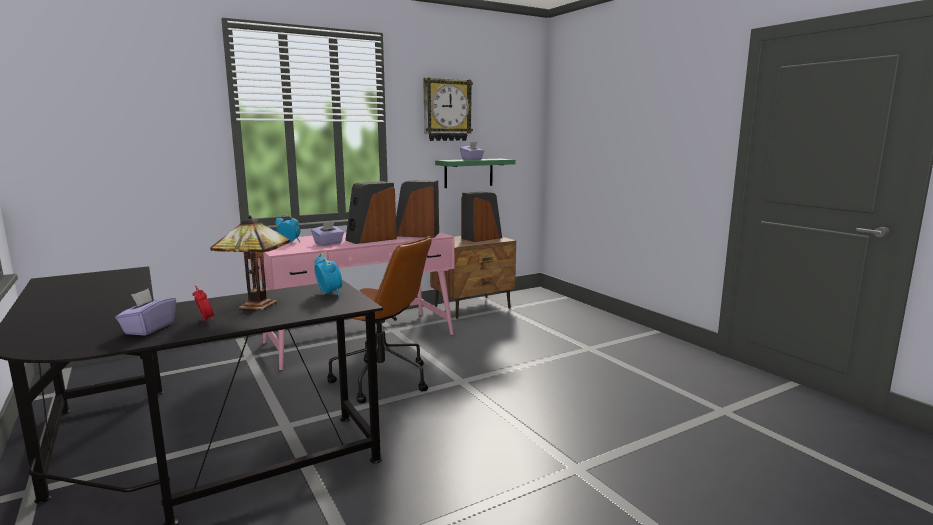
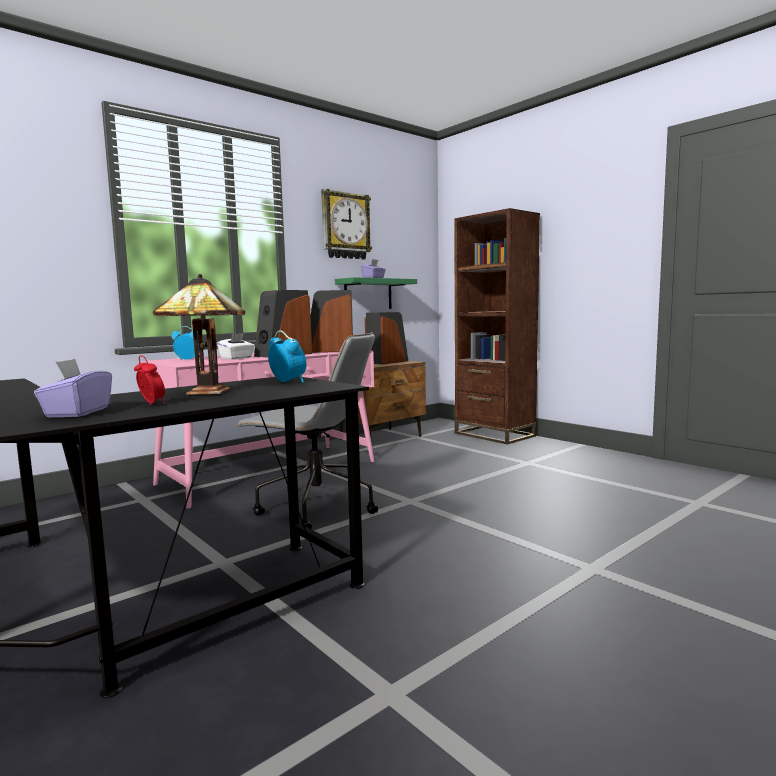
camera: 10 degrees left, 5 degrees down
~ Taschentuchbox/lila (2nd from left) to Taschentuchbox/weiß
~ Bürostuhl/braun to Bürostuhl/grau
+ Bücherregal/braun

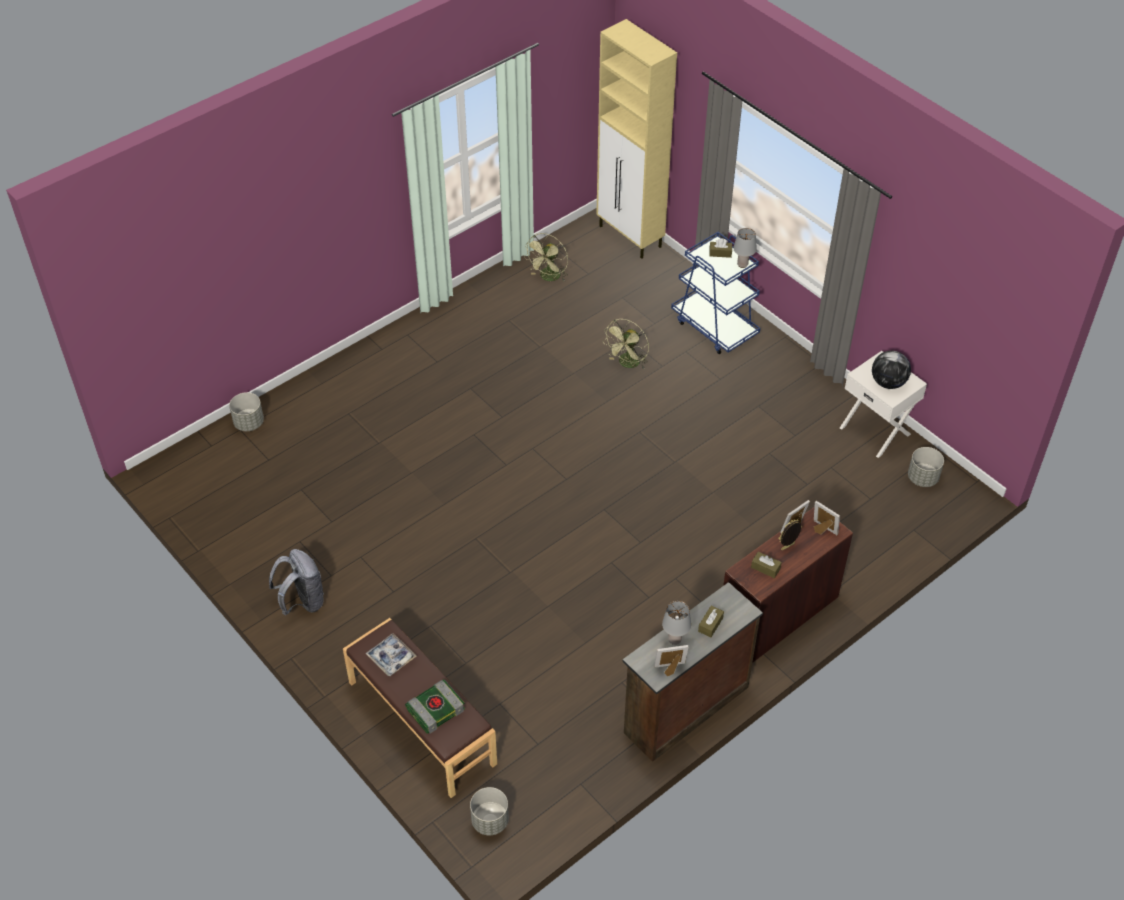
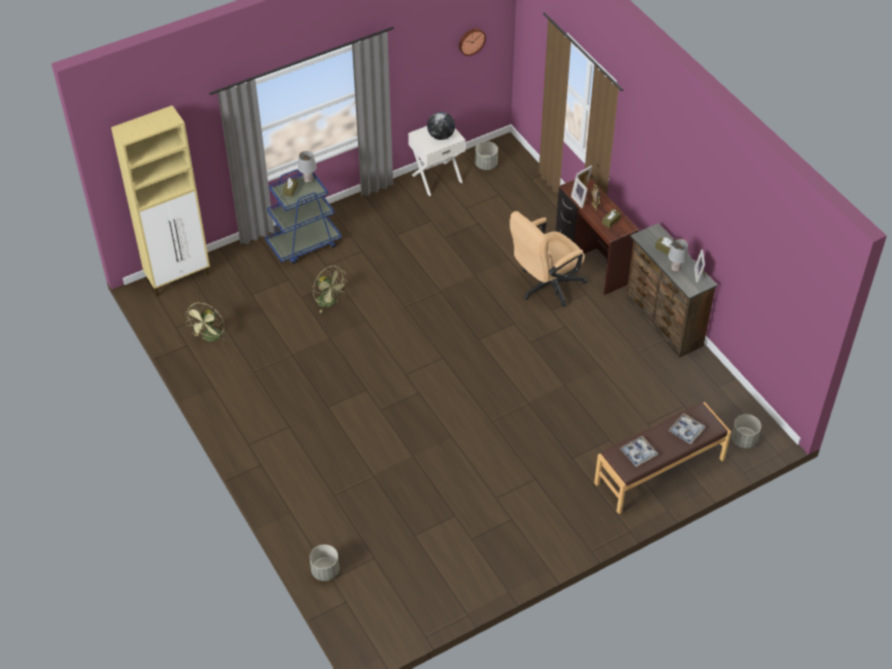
camera: 80 degrees left, 0 degrees up
- Rucksack/grau
~ Buch to Tablett (2nd from left)
~ Ventilator/grün (1st from left) 75 degrees clockwise
+ Wanduhr
+ Bürostuhl/beige

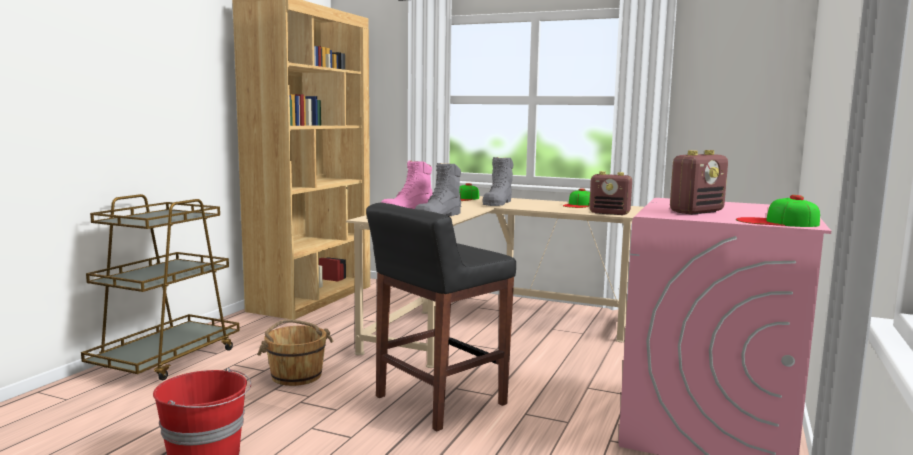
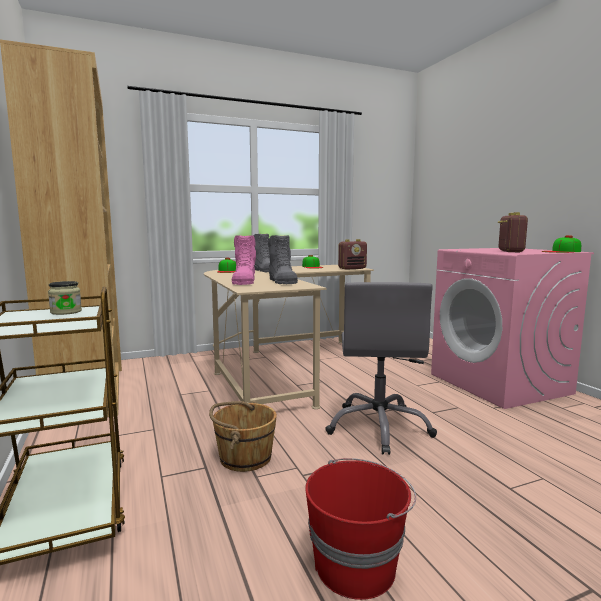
camera: 45 degrees left, 0 degrees up
~ Hocker/schwarz to Bürostuhl/grau
+ Vorratsglas

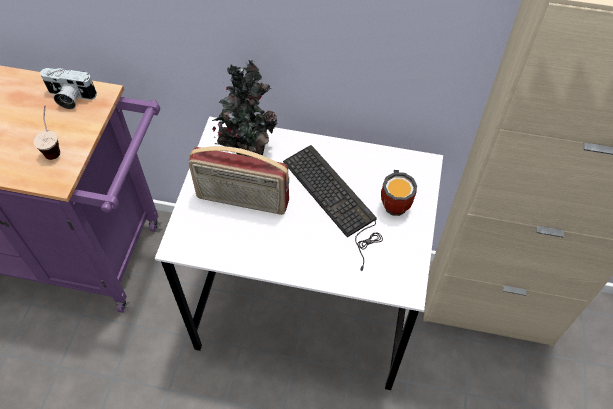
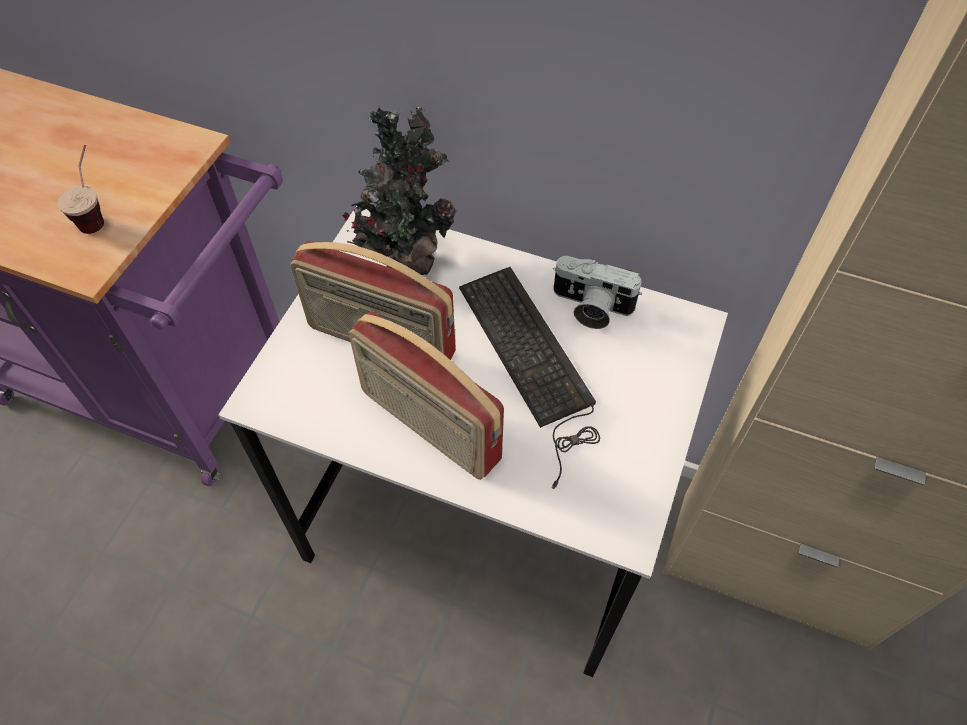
camera: 10 degrees right, 0 degrees up
~ Kamera
- Henkelbecher
+ Radio (2nd from left)

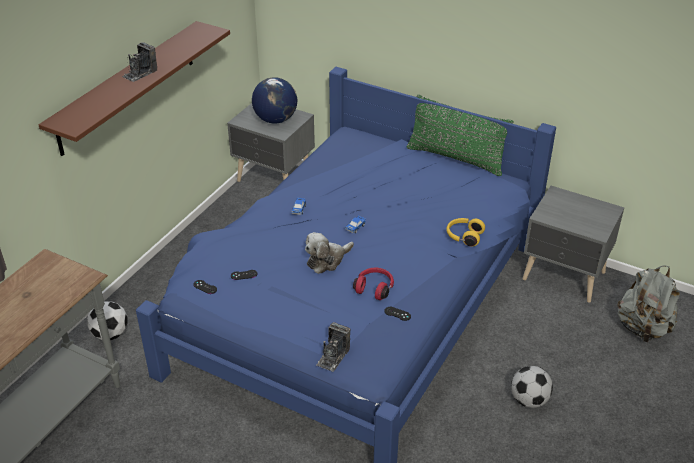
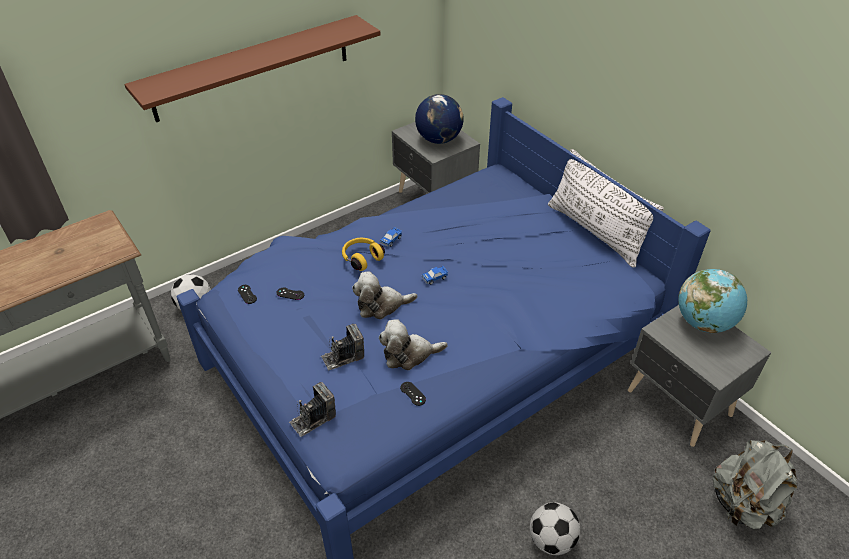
camera: 25 degrees right, 5 degrees up
~ Kamera (1st from left in the first image) to Kamera (2nd from left)
~ Kopfhörer/rot to Plüschtier (2nd from left)
~ Kissen/grün to Kissen/weiß
~ Kopfhörer/gelb
+ Globus (2nd from left)

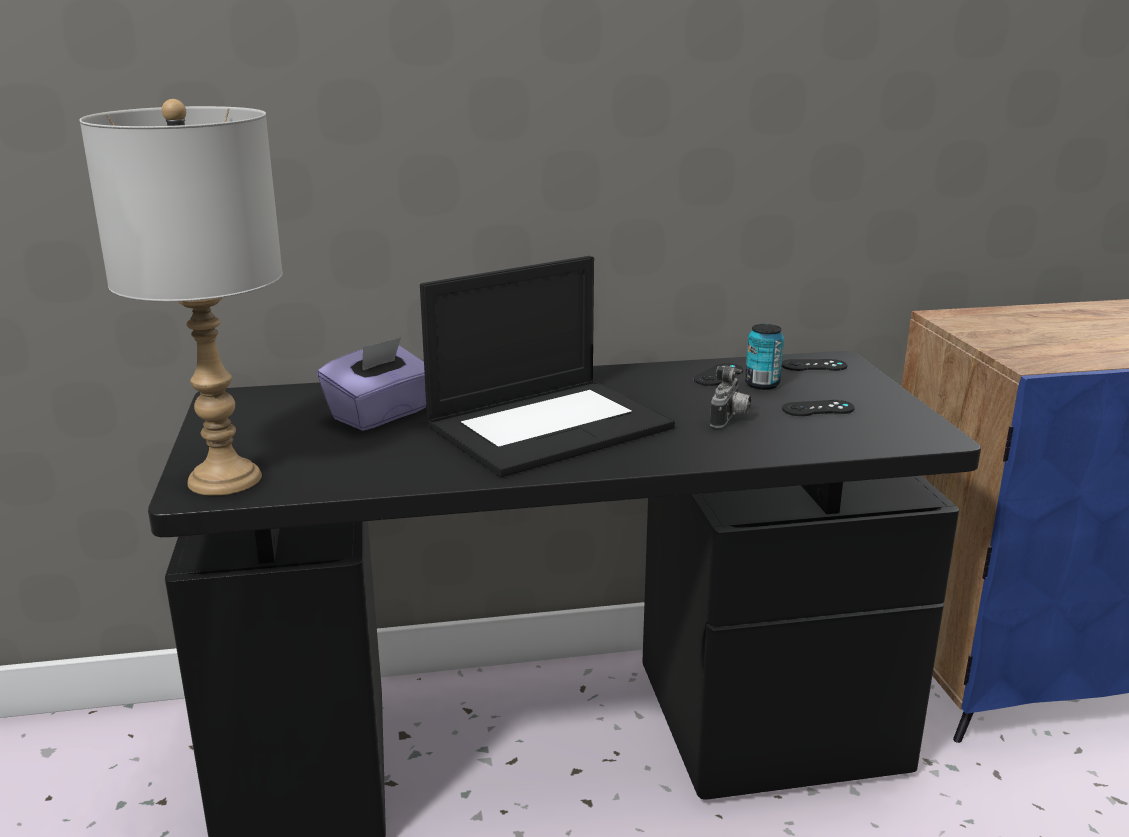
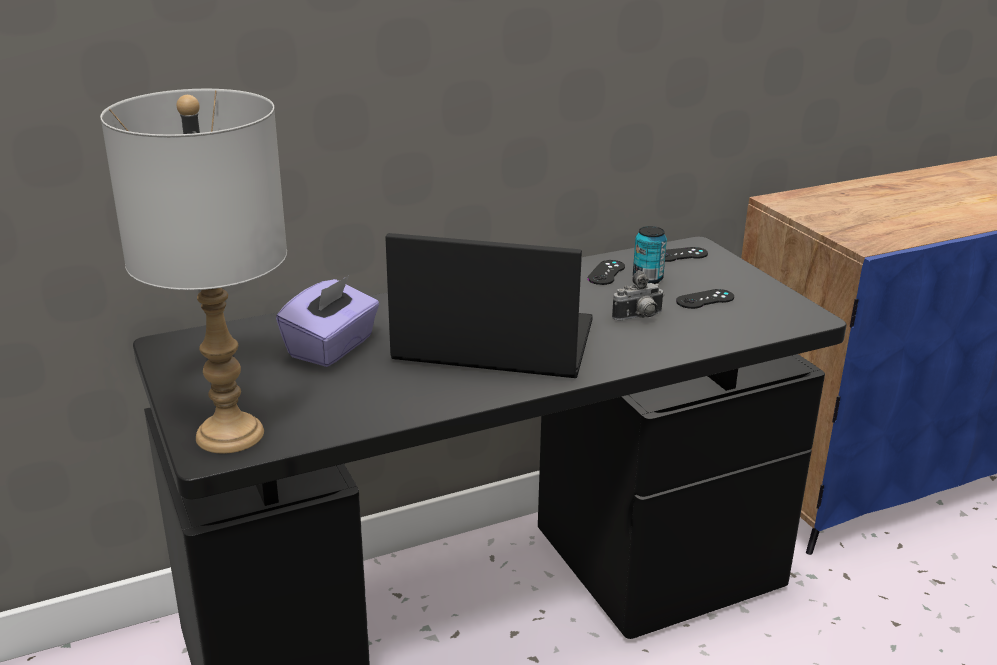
camera: 15 degrees left, 5 degrees up
~ Laptop 120 degrees counterclockwise
~ Kamera 60 degrees clockwise

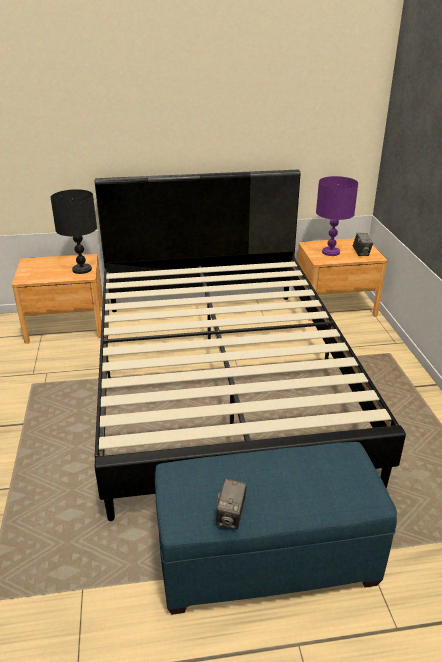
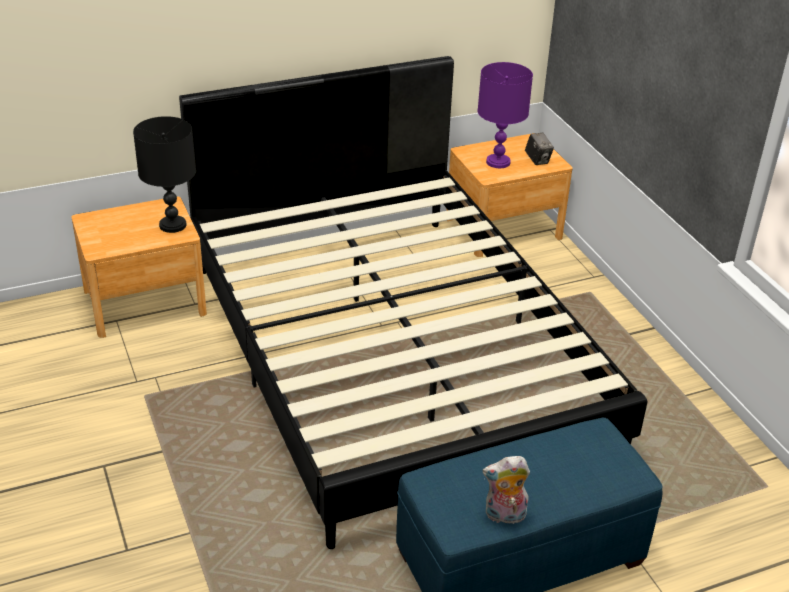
camera: 15 degrees left, 5 degrees up
~ Kamera (1st from left) to Plüschtier

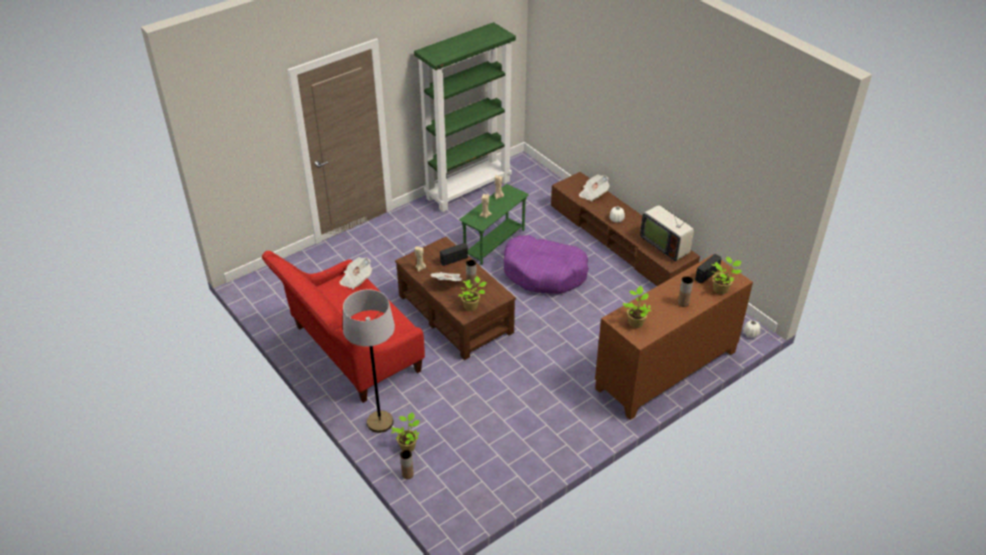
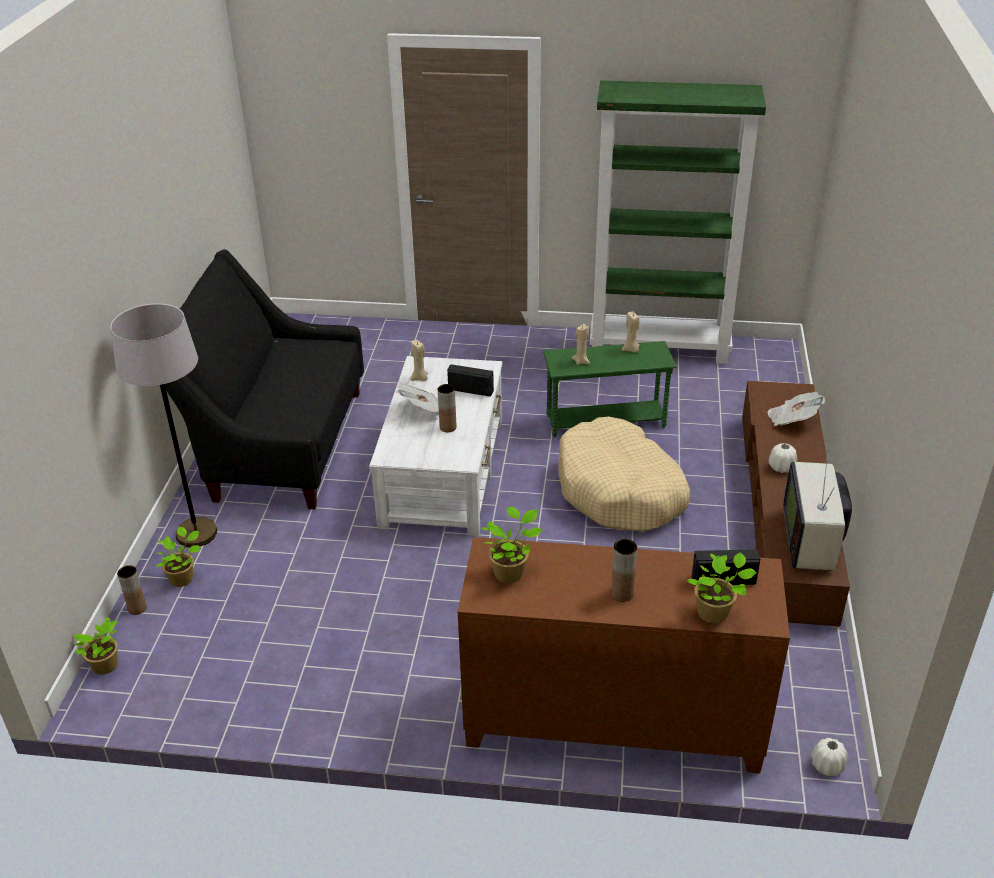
camera: 45 degrees right, 5 degrees down
~ Sofa/rot to Sofa/schwarz
- Zeitung (1st from left)
~ Couchtisch/braun to Couchtisch/weiß
~ Topfpflanze (2nd from left in the first image) to Topfpflanze (1st from left)
~ Hundebett/lila to Hundebett/beige

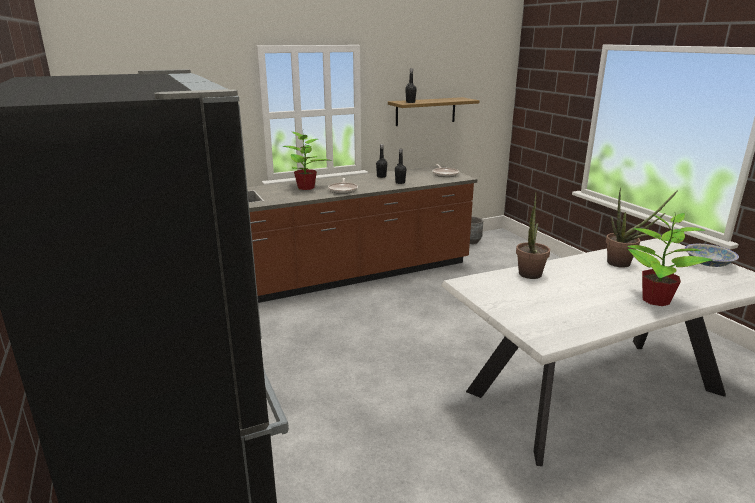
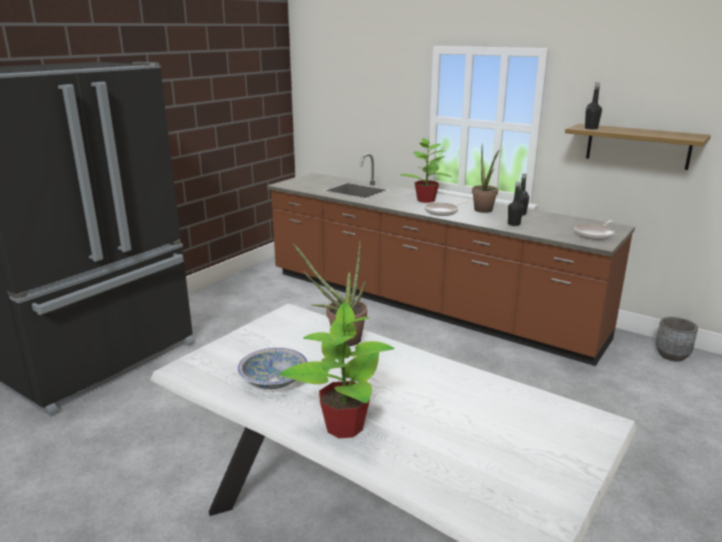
camera: 60 degrees right, 0 degrees up
~ Topfpflanze (3rd from left in the first image) to Topfpflanze (4th from left)
~ Schüssel

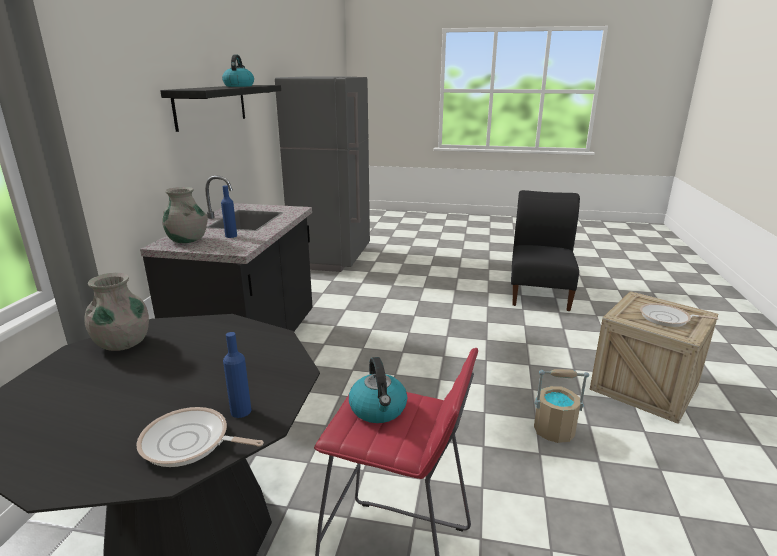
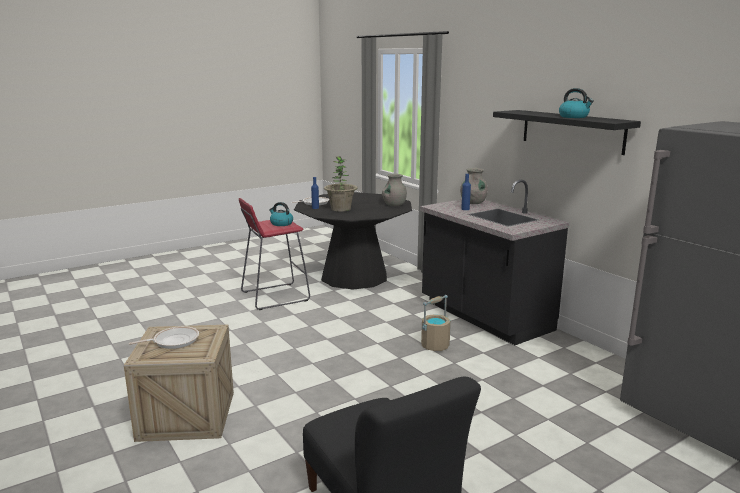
camera: 135 degrees right, 5 degrees down
~ Eimer/beige
+ Topfpflanze

